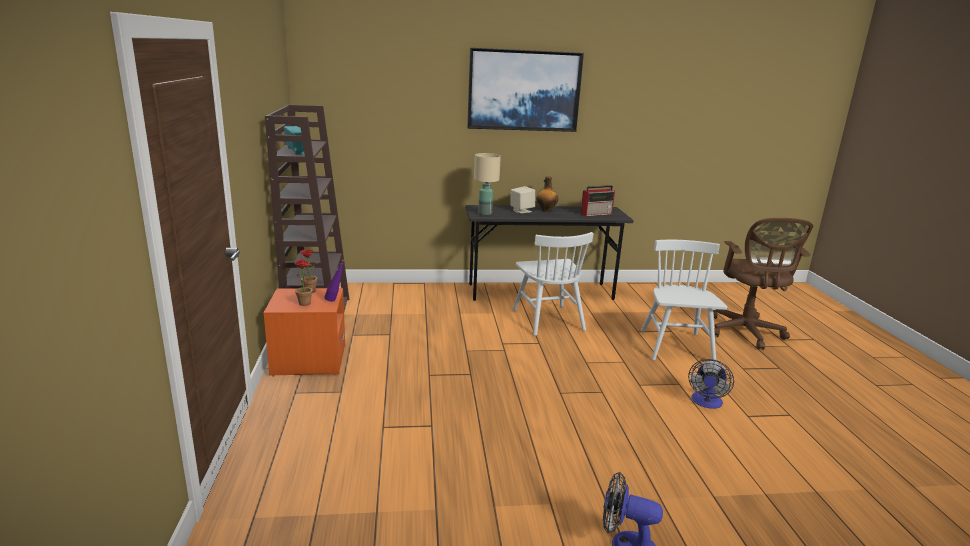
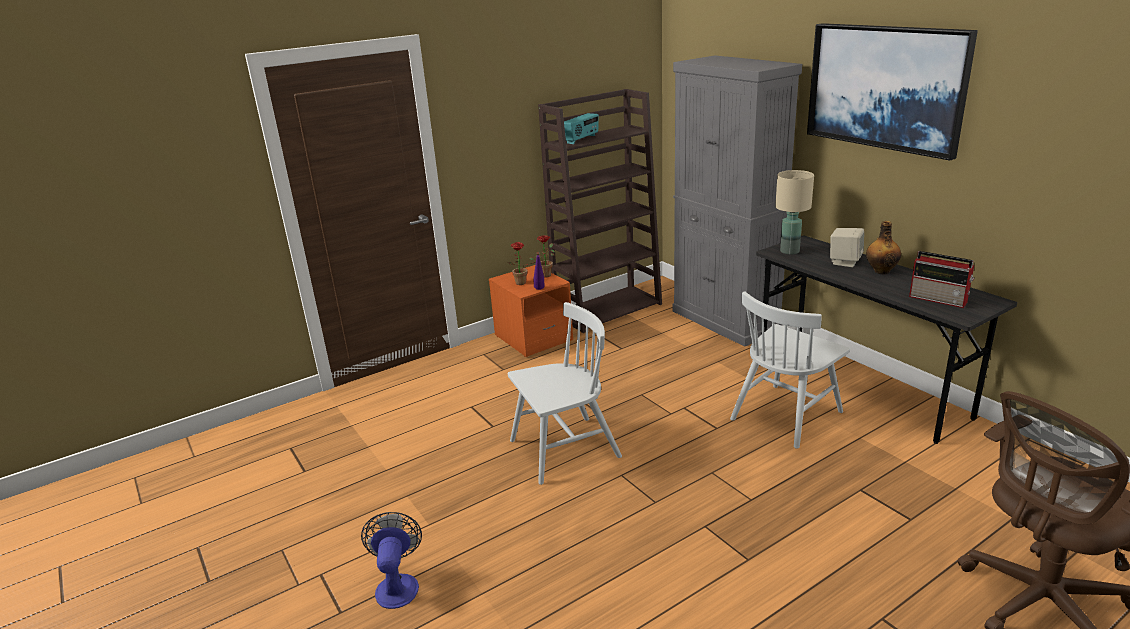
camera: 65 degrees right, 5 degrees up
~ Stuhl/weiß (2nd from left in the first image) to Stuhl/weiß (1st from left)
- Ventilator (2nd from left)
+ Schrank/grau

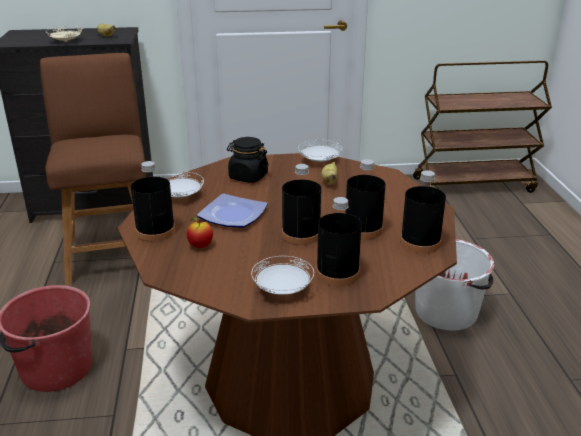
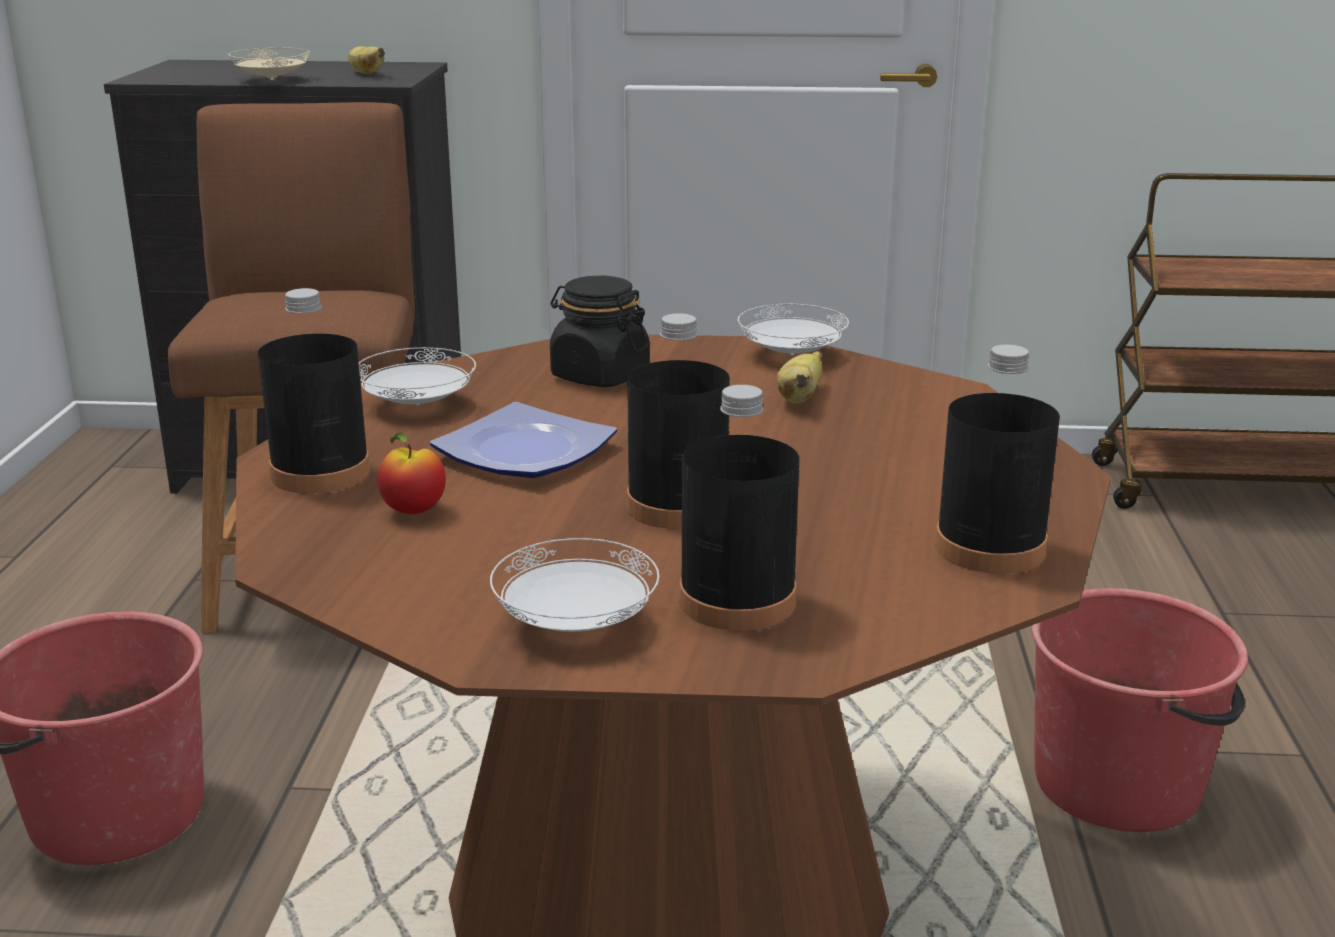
camera: 10 degrees right, 5 degrees down
- Flasche/schwarz (4th from left)
~ Eimer/weiß to Eimer/rot (2nd from left)

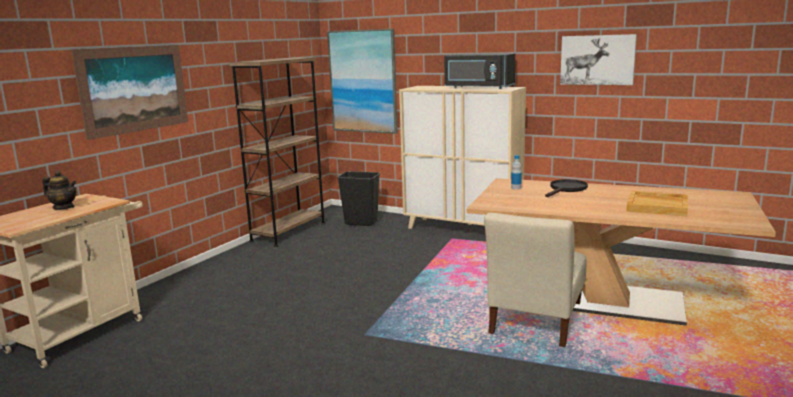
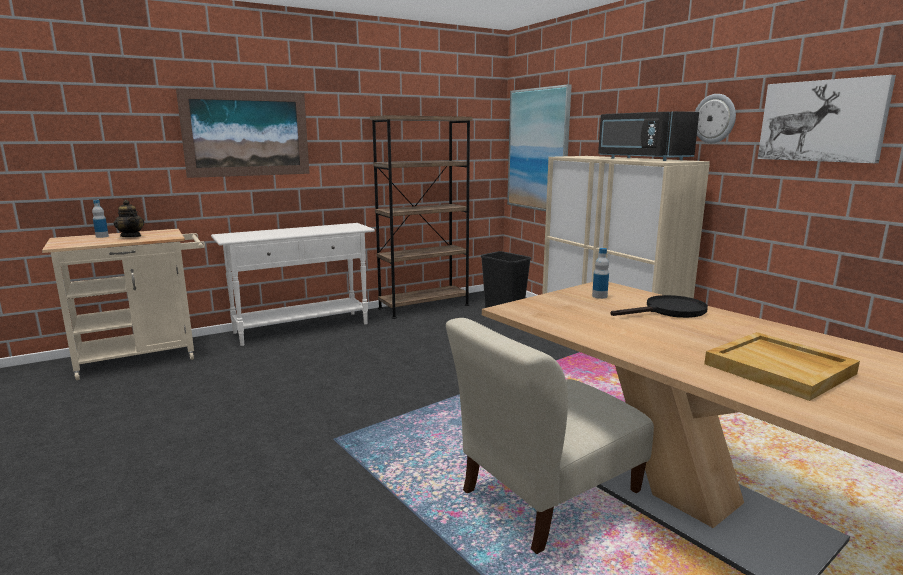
camera: 30 degrees right, 0 degrees up
+ Flasche (1st from left)
+ Konsolentisch/weiß
+ Wanduhr

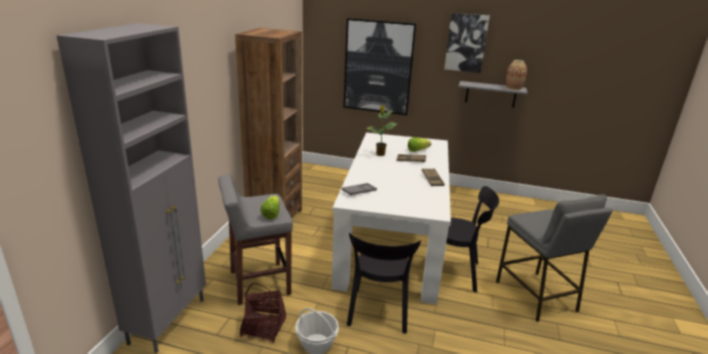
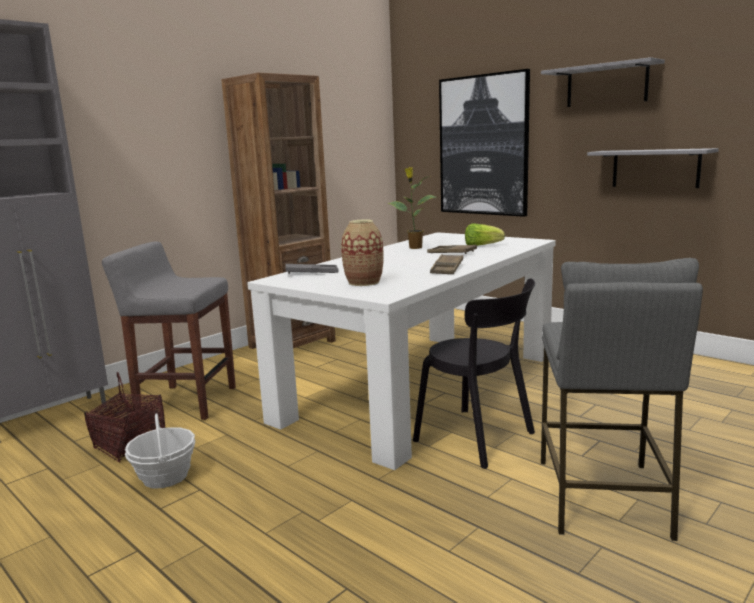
camera: 30 degrees right, 10 degrees down
- Salatkopf (1st from left)
- Stuhl/schwarz (1st from left)
~ Bild (2nd from left) to Wandregal/grau (1st from left)
~ Vase

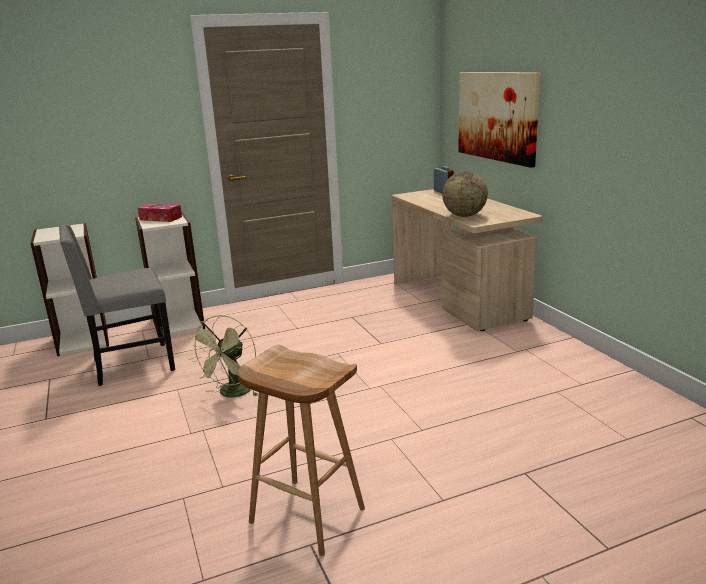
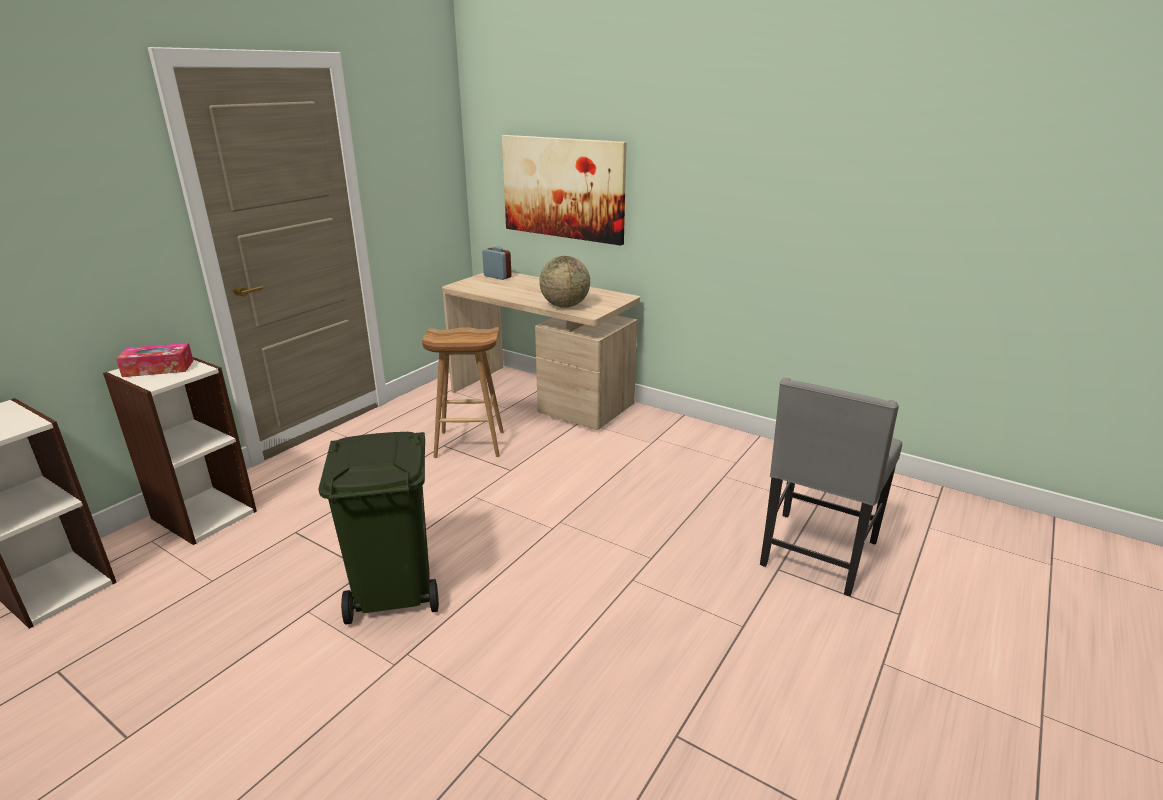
camera: 35 degrees left, 5 degrees up
~ Stuhl/grau
~ Ventilator/grün to Mülleimer/grün
~ Hocker/braun

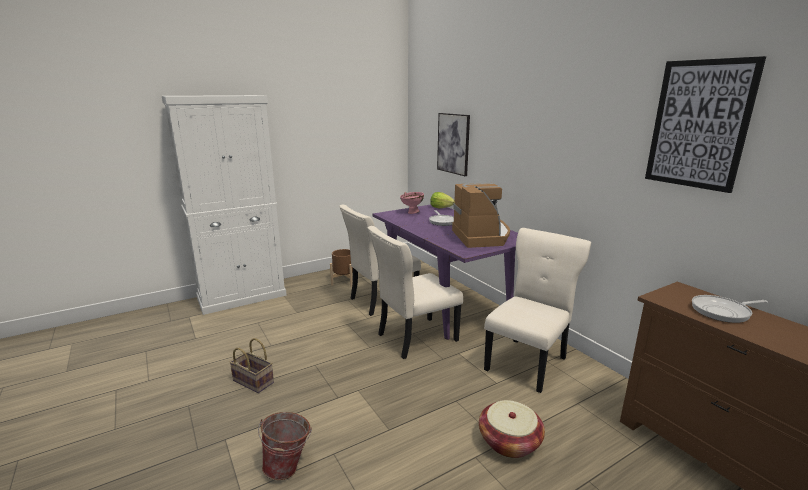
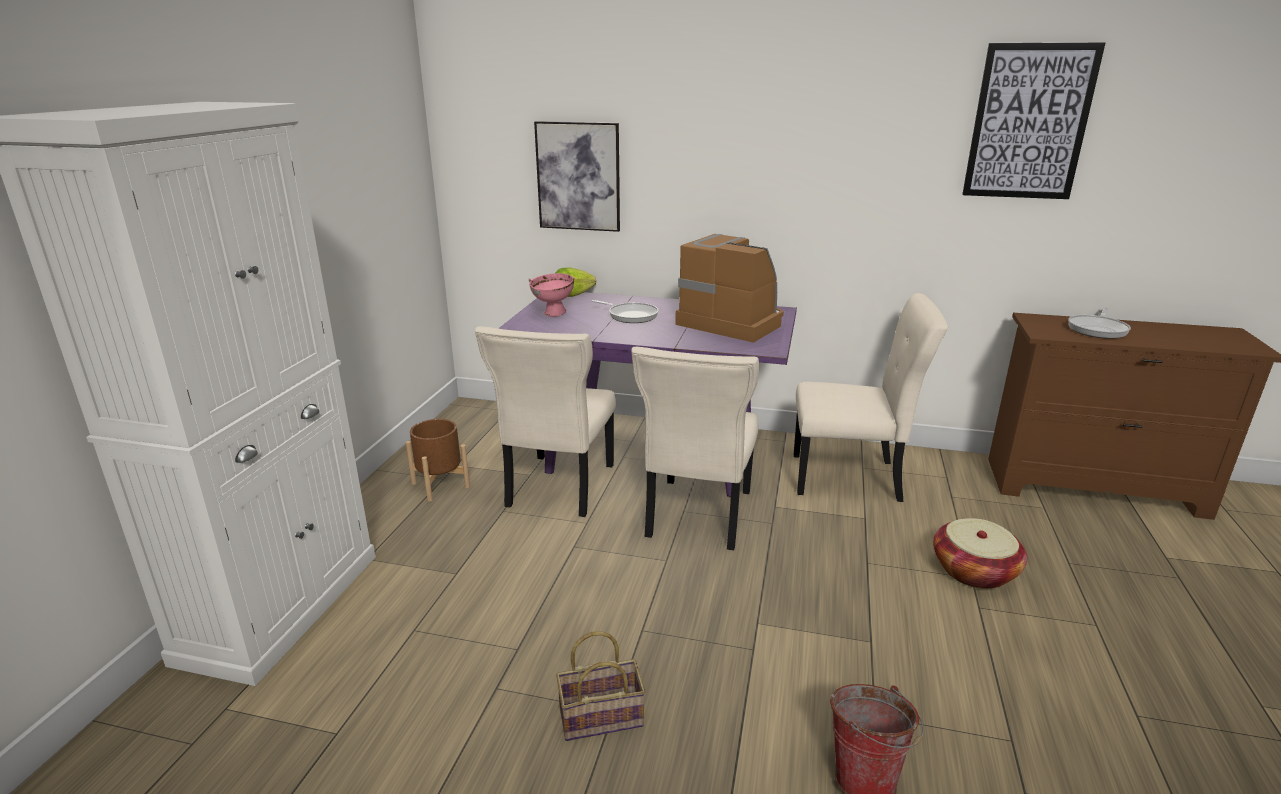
camera: 45 degrees left, 5 degrees up
~ Stuhl/beige (3rd from left) 105 degrees clockwise

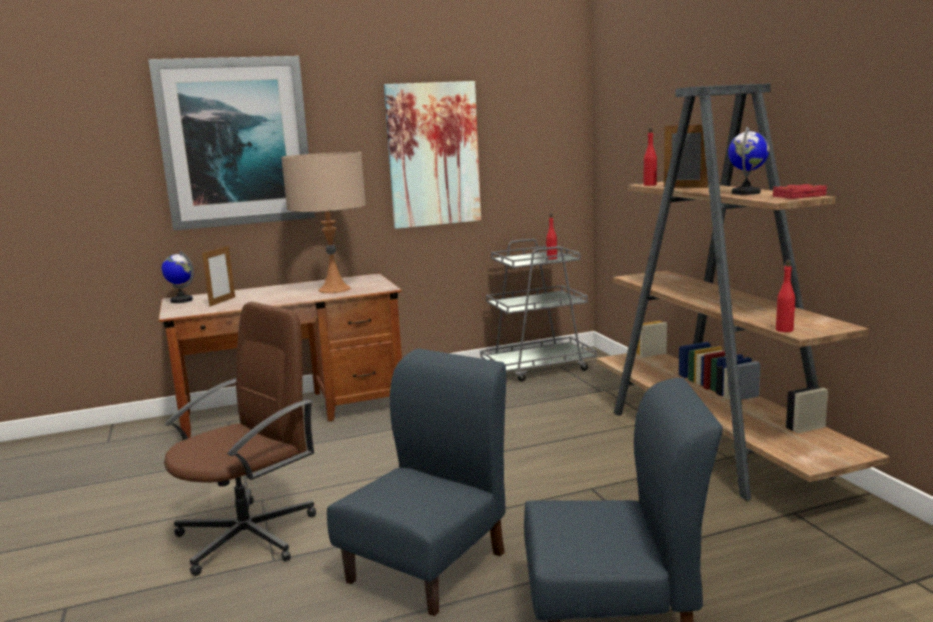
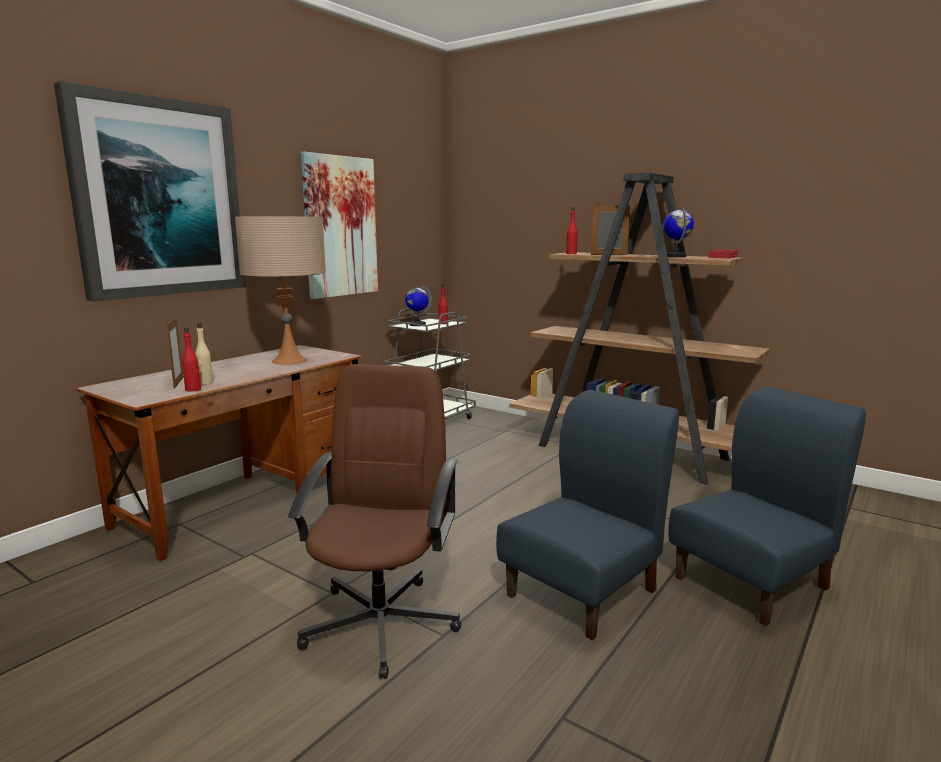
camera: 35 degrees left, 0 degrees up
~ Globus (1st from left)
~ Stuhl/blau (1st from left) 45 degrees clockwise
~ Flasche/rot (3rd from left in the first image) to Flasche/rot (1st from left)
+ Flasche/beige

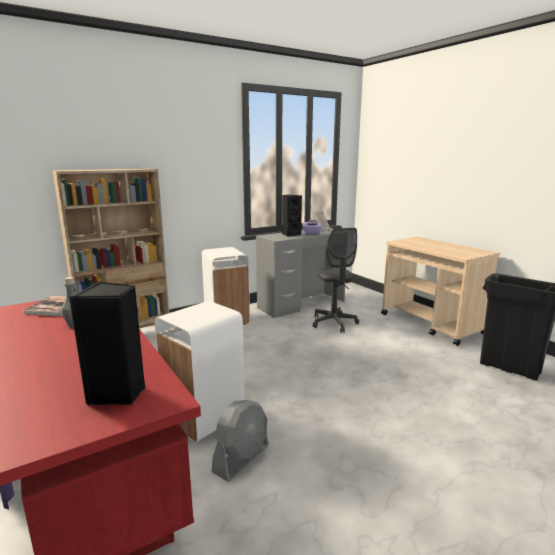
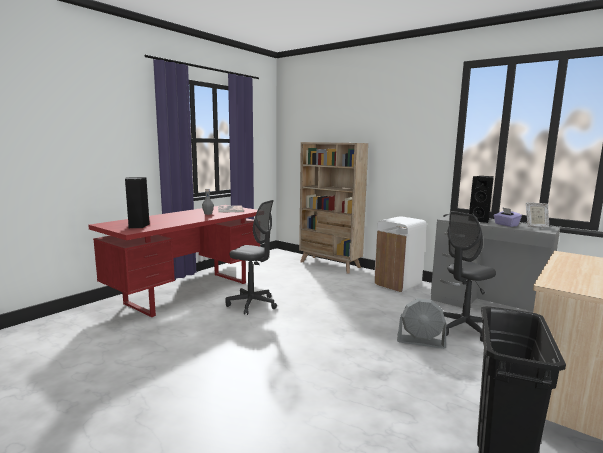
camera: 70 degrees right, 5 degrees down
~ Mülleimer/weiß (1st from left) to Bürostuhl/grau (1st from left)
~ Ventilator/grau

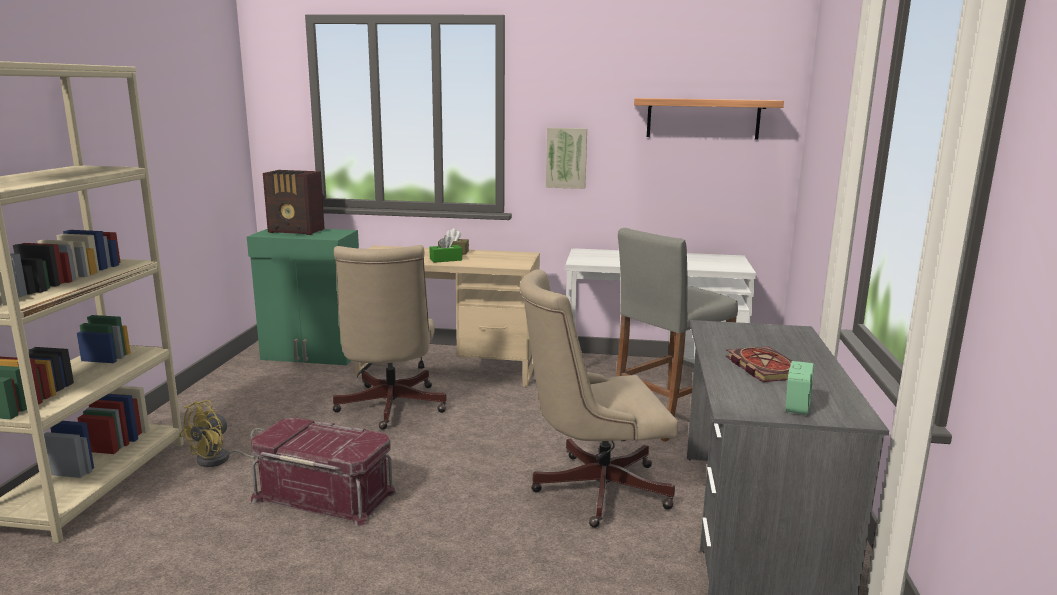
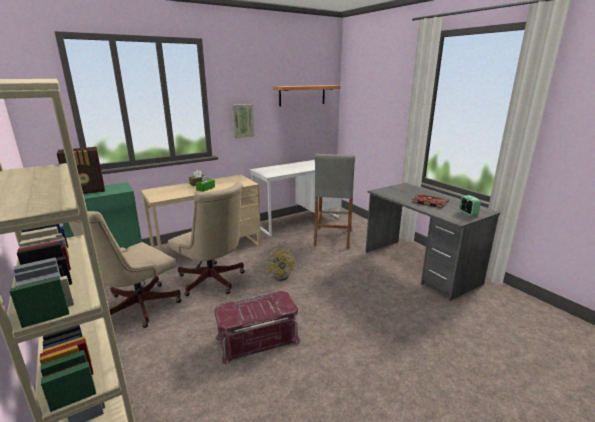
camera: 40 degrees left, 5 degrees up
~ Ventilator/gelb
~ Bürostuhl/beige (2nd from left in the first image) to Bürostuhl/beige (1st from left)

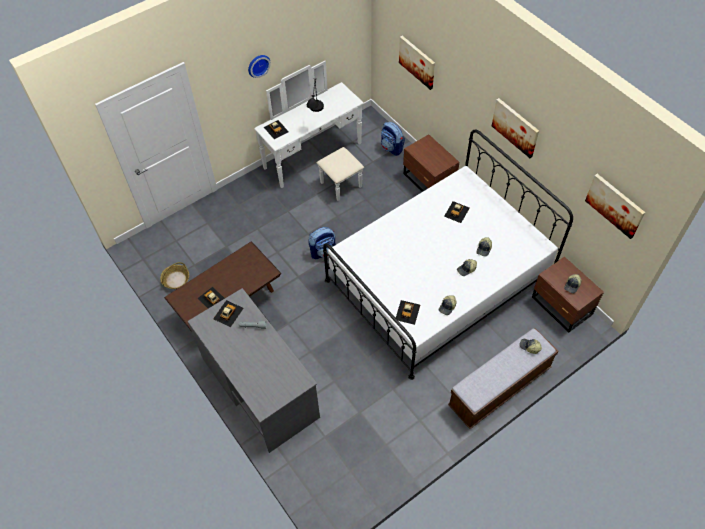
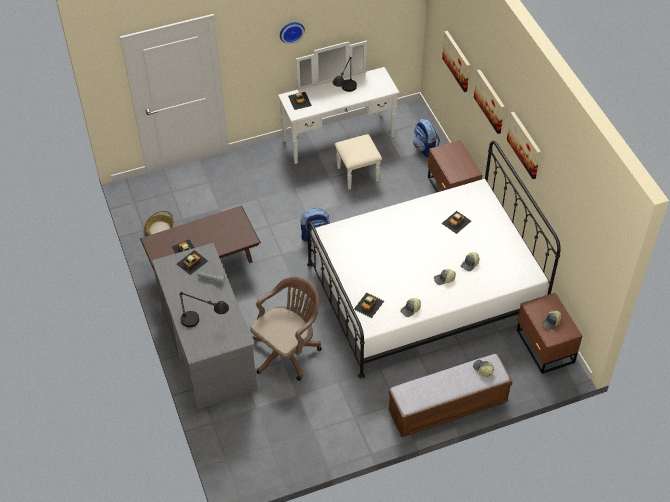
camera: 15 degrees right, 5 degrees down
~ Bild (3rd from left in the first image) to Bild (2nd from left)
+ Tischlampe/schwarz (1st from left)
+ Bürostuhl/braun

